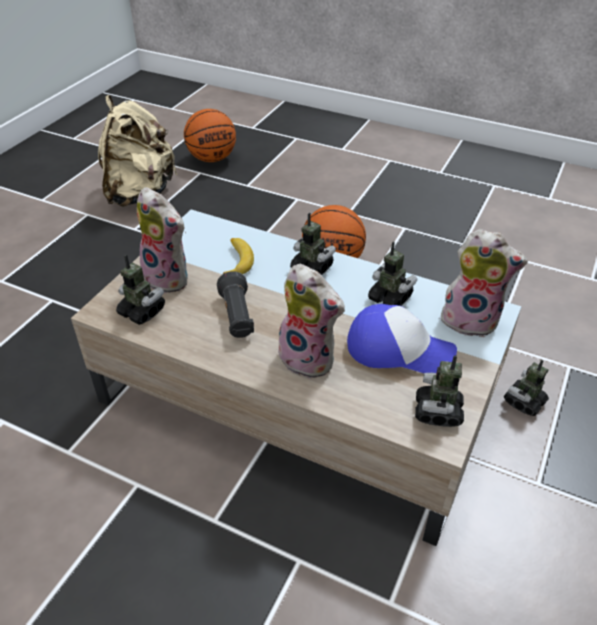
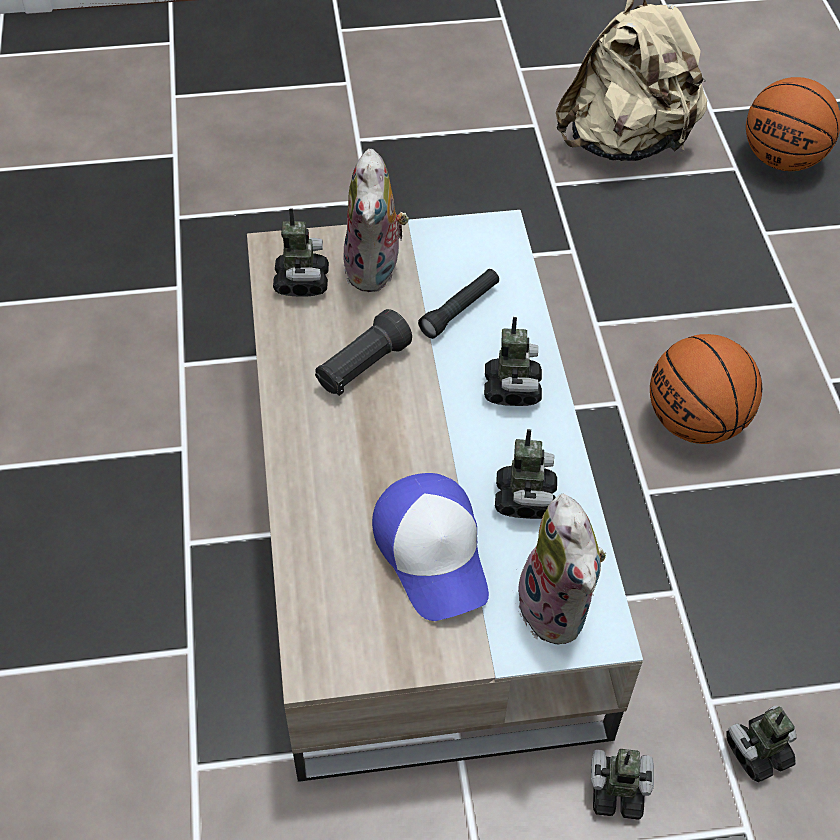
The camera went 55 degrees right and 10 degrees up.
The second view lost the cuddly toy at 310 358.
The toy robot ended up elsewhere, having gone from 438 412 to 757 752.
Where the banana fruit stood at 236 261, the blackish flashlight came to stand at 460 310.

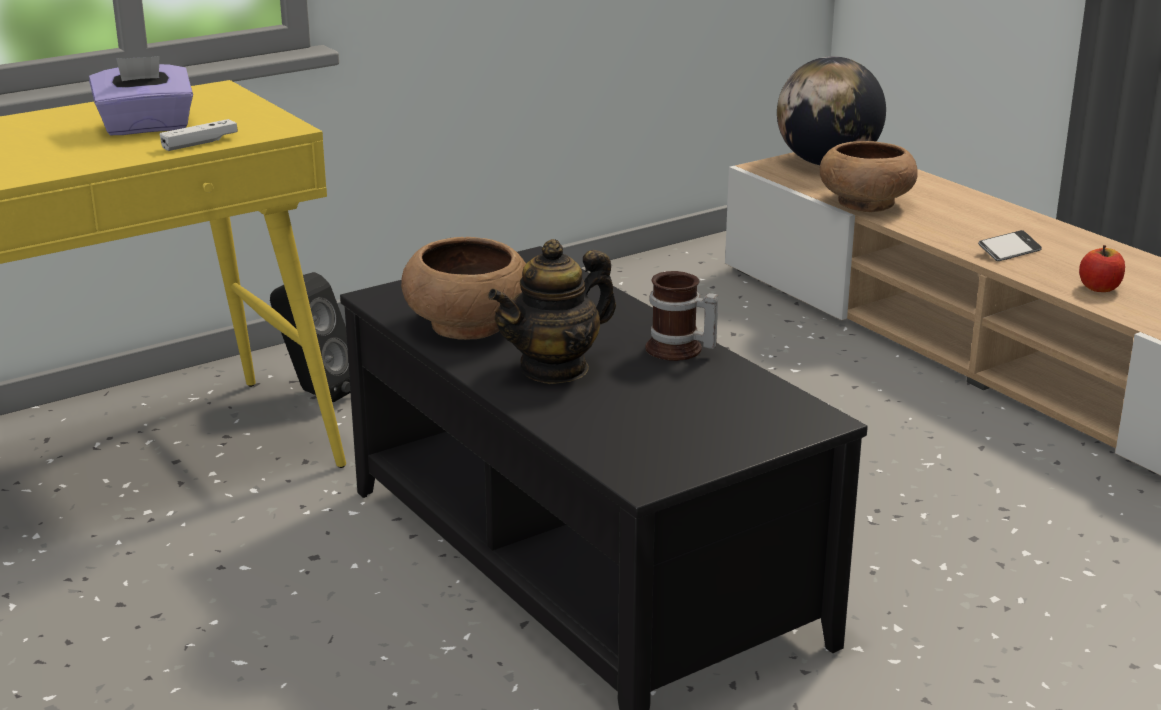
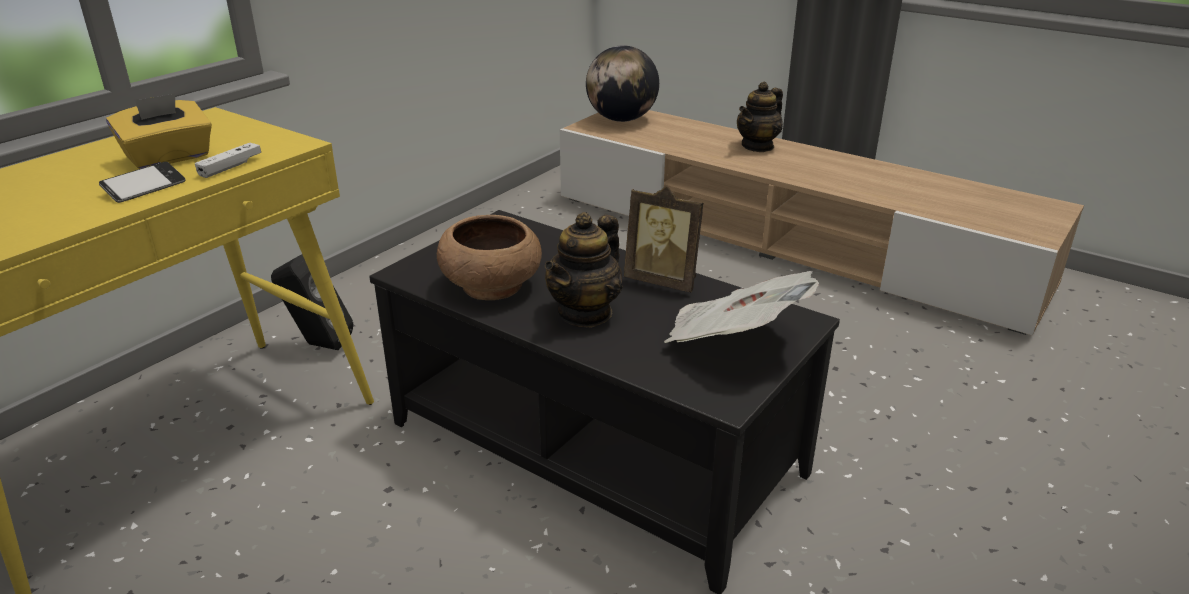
The camera went 20 degrees left and 5 degrees up.
The second view lost the brown-coloured bowl at 865 203.
The second view lost the whole apple at 1099 288.
The second view gained the printed paper at 733 340.
The second view gained the teapot at 758 146.
The handset ended up elsewhere, having gone from 1009 251 to 144 188.
Where the mug stood at 678 351, the photo frame came to stand at 663 281.
What was the purplish tissue holder at 146 127 turned into the yellowish tissue holder at 169 158.

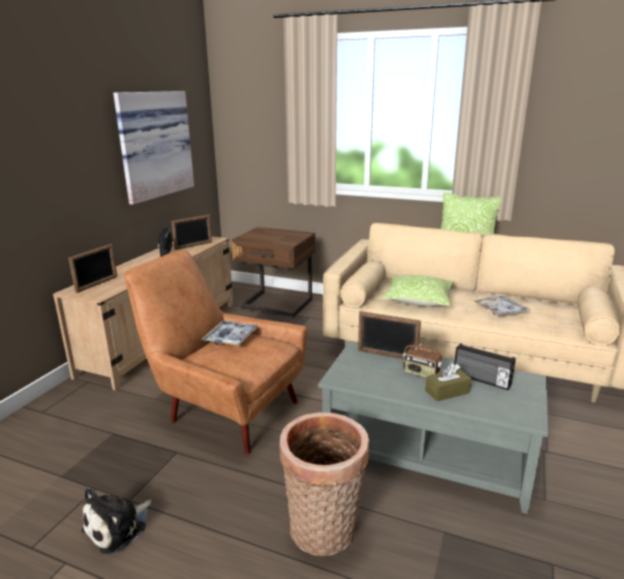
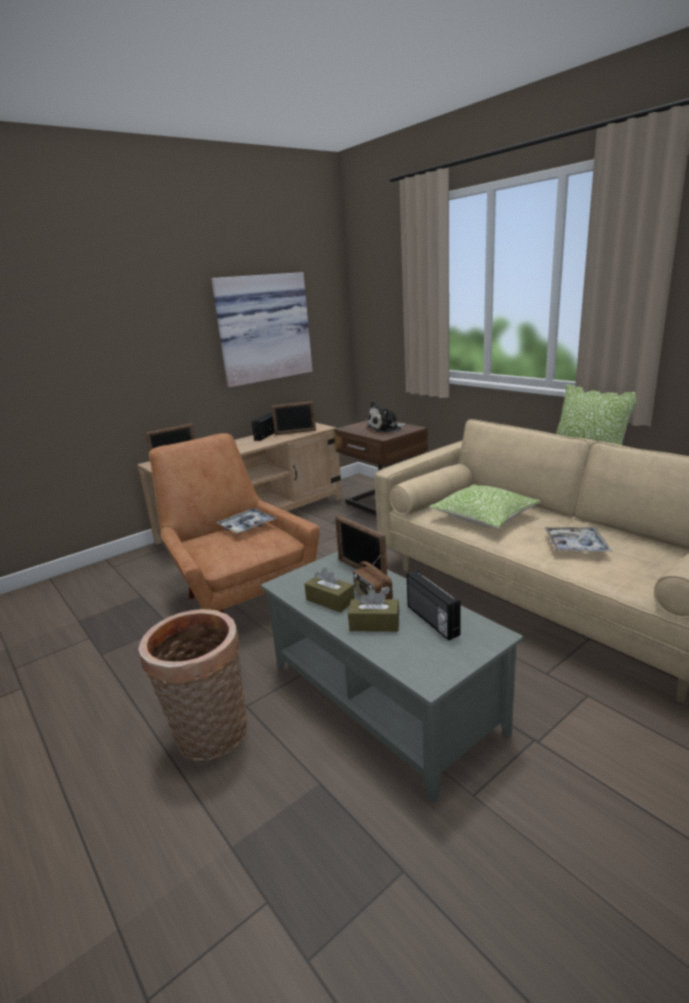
The camera went 30 degrees right and 0 degrees up.
The second view gained the brown-coloured tissue holder at 330 600.
The cuddly toy ended up elsewhere, having gone from 118 527 to 386 428.

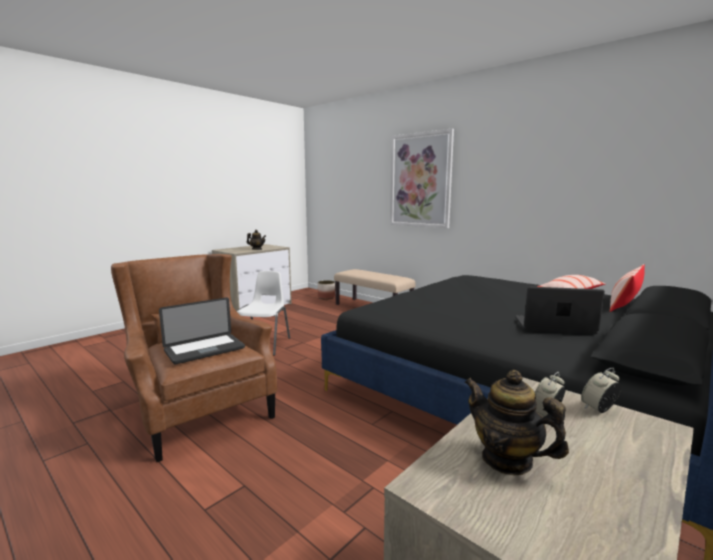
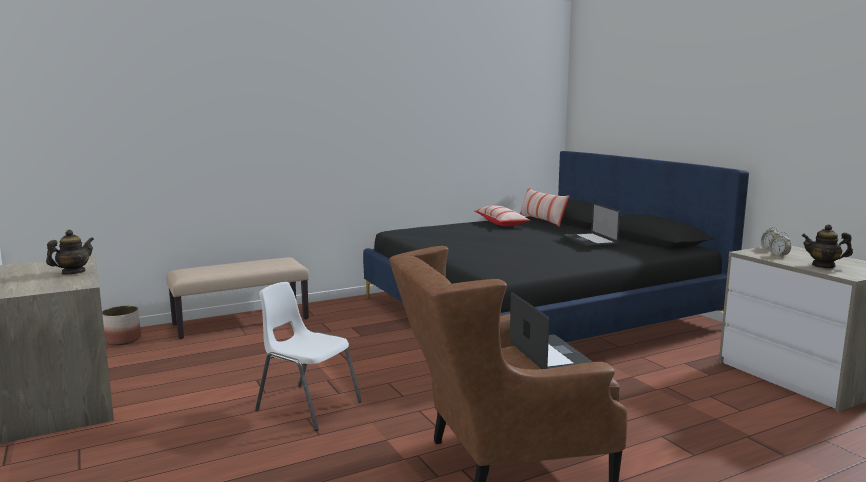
The camera went 70 degrees left and 0 degrees up.
The second view lost the wall picture at 420 180.
The teapot at 507 459 ended up facing another way, 45 degrees clockwise from before.
The notebook computer at 554 326 ended up facing another way, 45 degrees counterclockwise from before.

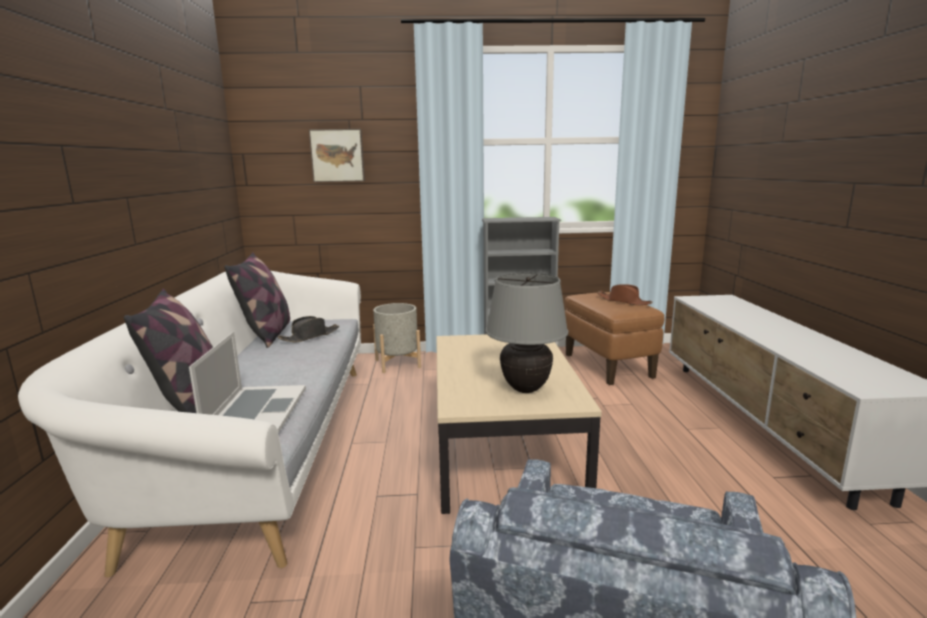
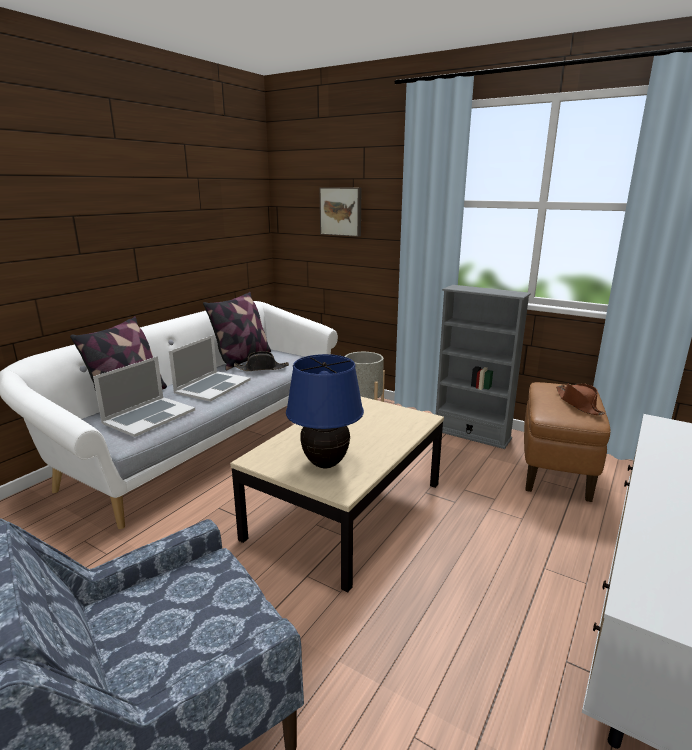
The camera went 35 degrees right and 5 degrees up.
The second view gained the notebook computer at 212 386.
What was the grey table lamp at 526 389 turned into the blue table lamp at 326 463.

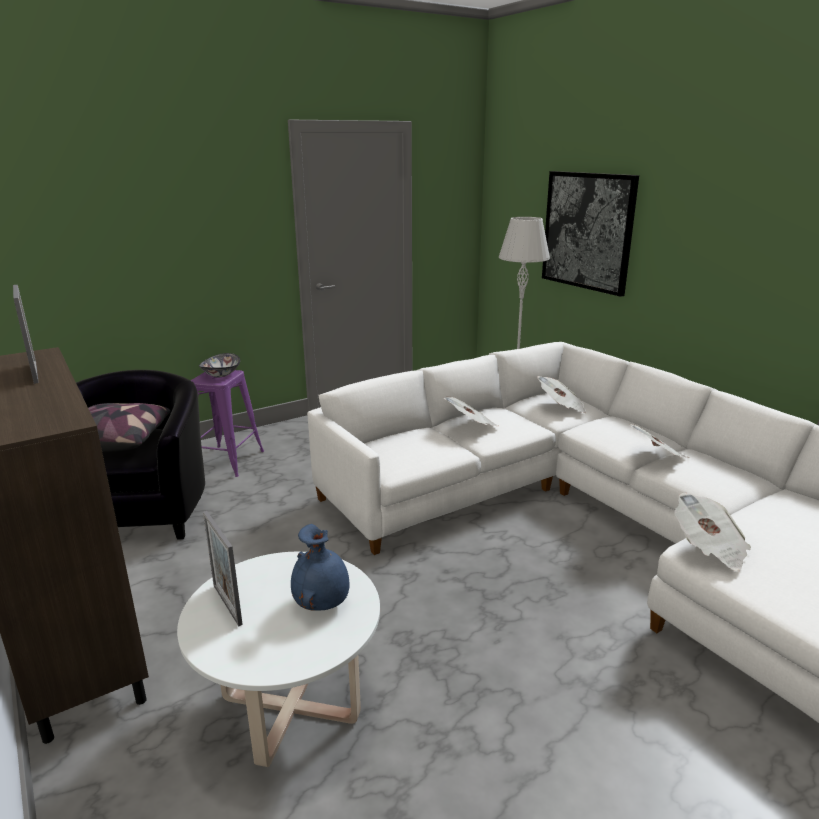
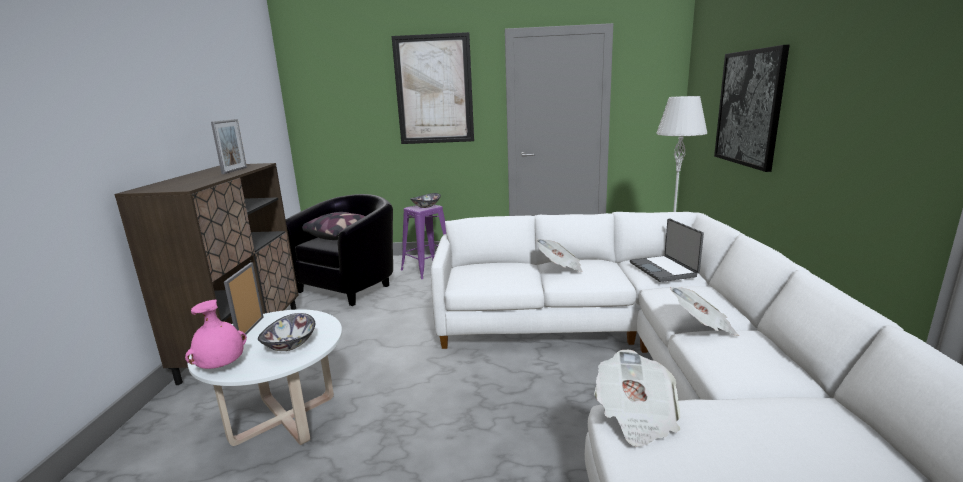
The camera went 35 degrees right and 5 degrees down.
The second view gained the pinkish flower vase at 222 366.
The second view gained the wall picture at 434 90.
Where the blue flower vase stood at 322 603, the bowl came to stand at 290 345.
Where the printed paper stood at 561 407, the notebook computer came to stand at 664 269.

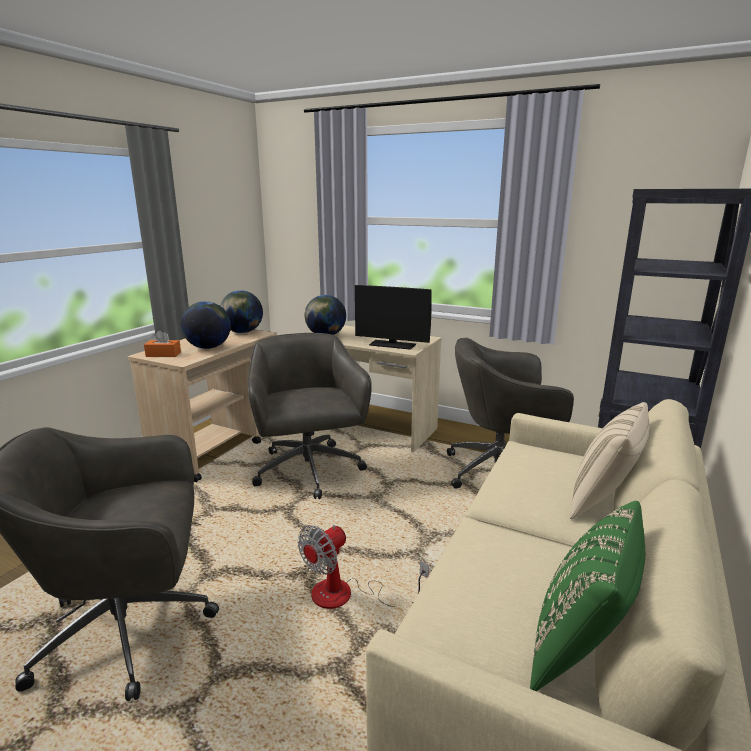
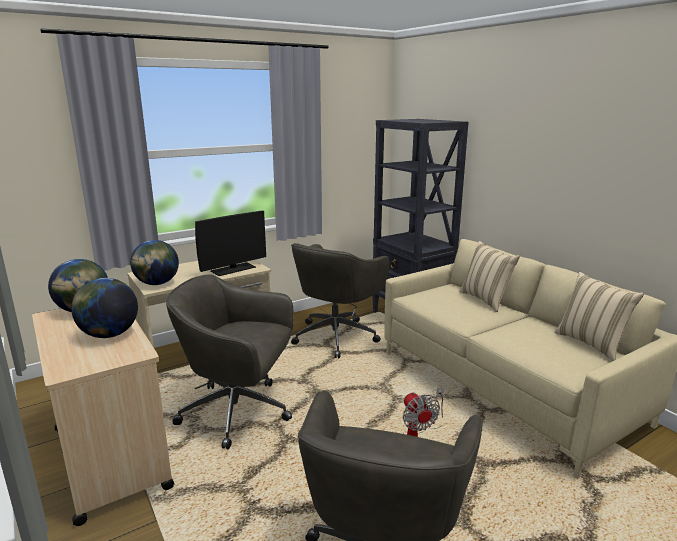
The camera went 60 degrees left and 0 degrees up.
The second view lost the orangey tissue holder at 163 354.
What was the green-coloured pillow at 580 649 turned into the sand-coloured pillow at 591 343.

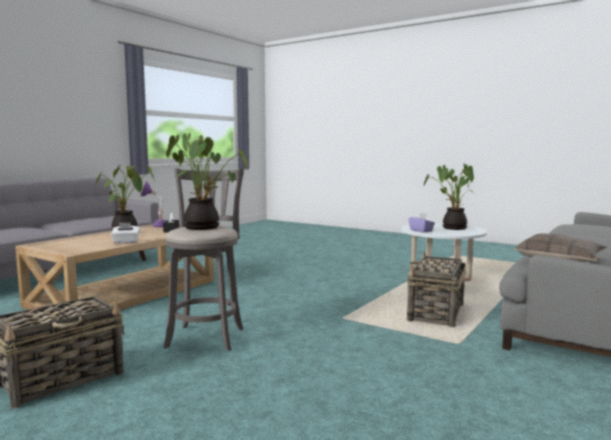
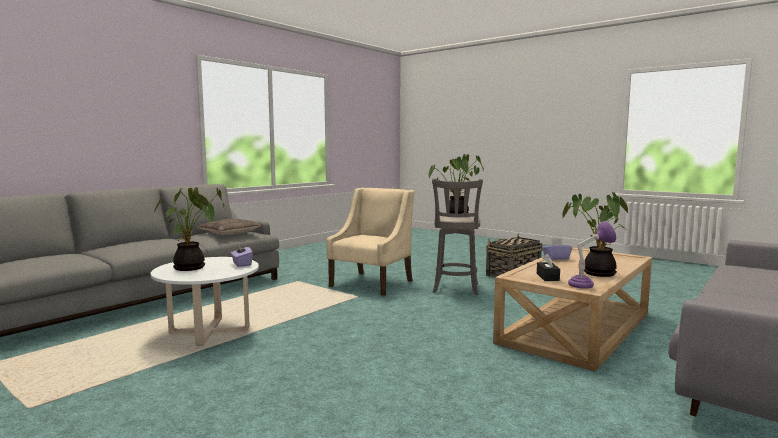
The camera went 175 degrees left and 0 degrees up.
The second view lost the basket at 435 313.
The second view gained the sand-coloured armchair at 372 283.
What was the whitish tissue holder at 126 242 turned into the purplish tissue holder at 556 258.

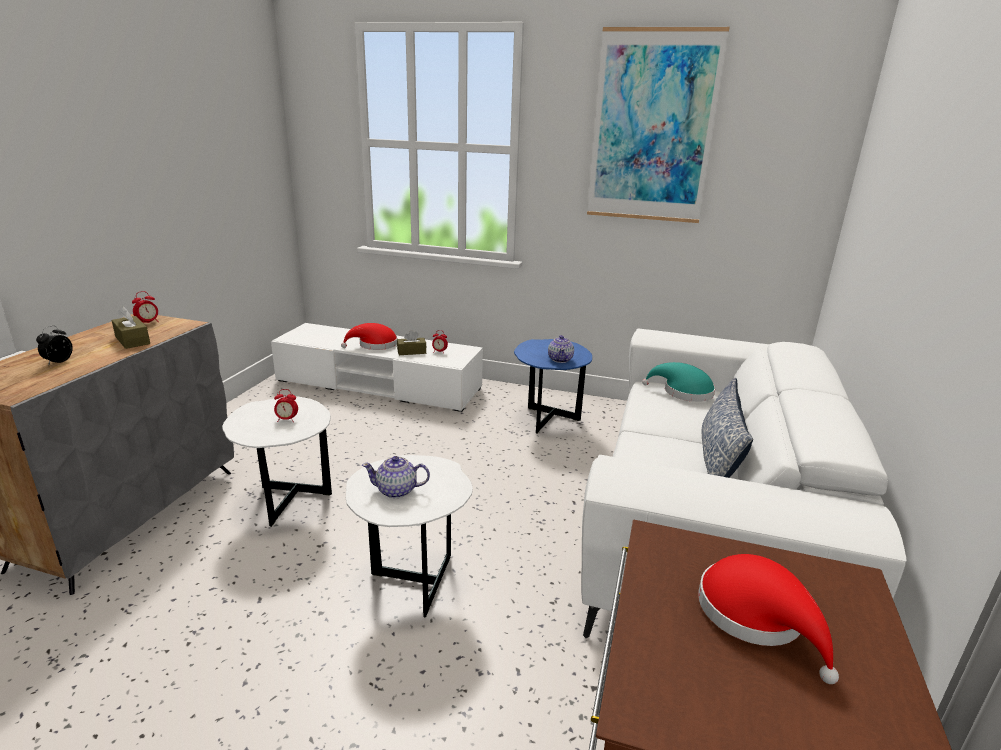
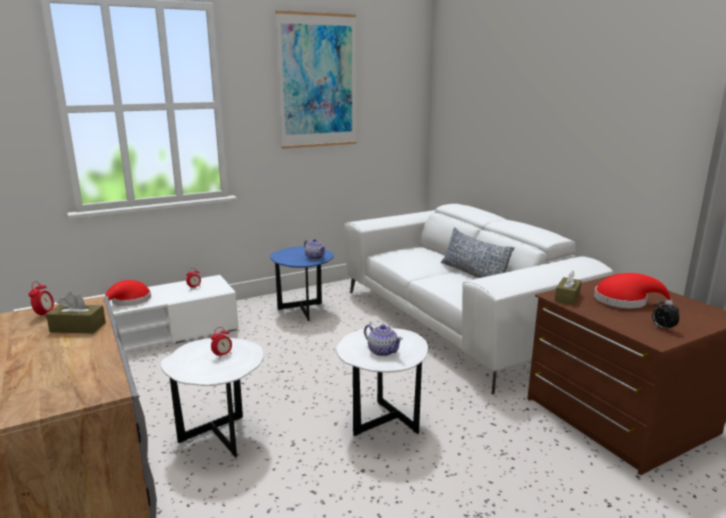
The camera went 45 degrees left and 5 degrees down.
The second view lost the turquoise hat at 683 392.
The table clock ended up elsewhere, having gone from 58 362 to 662 328.
The brown-coloured tissue holder ended up elsewhere, having gone from 411 352 to 567 297.
The teapot at 397 490 ended up facing another way, 90 degrees counterclockwise from before.

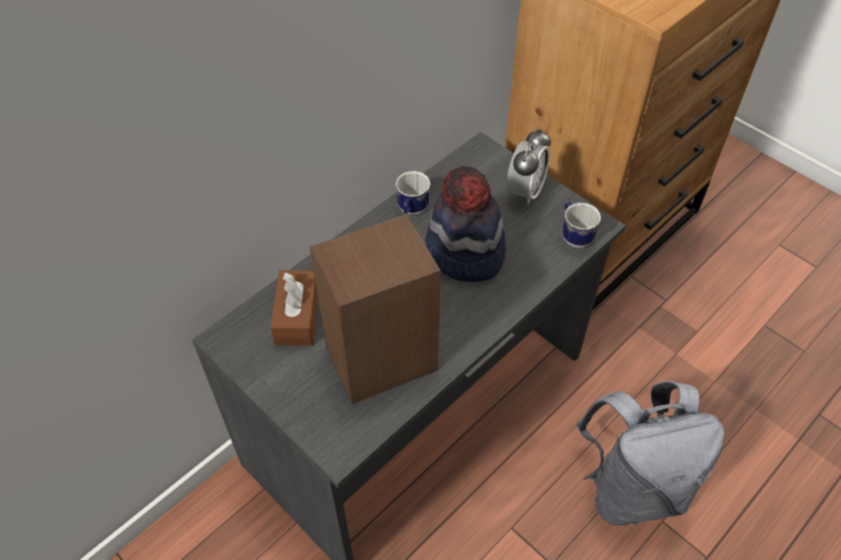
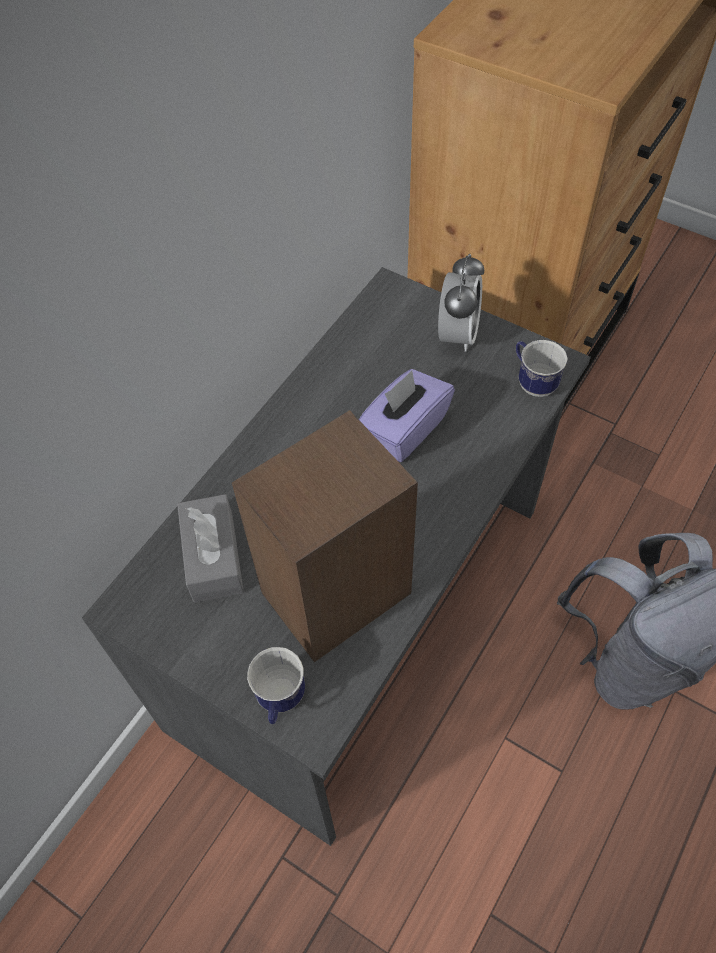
The camera went 10 degrees left and 5 degrees up.
The mug ended up elsewhere, having gone from 411 211 to 280 700.
Where the hat stood at 464 253, the purplish tissue holder came to stand at 404 430.
What was the brown-coloured tissue holder at 297 316 turned into the grey tissue holder at 213 557.

